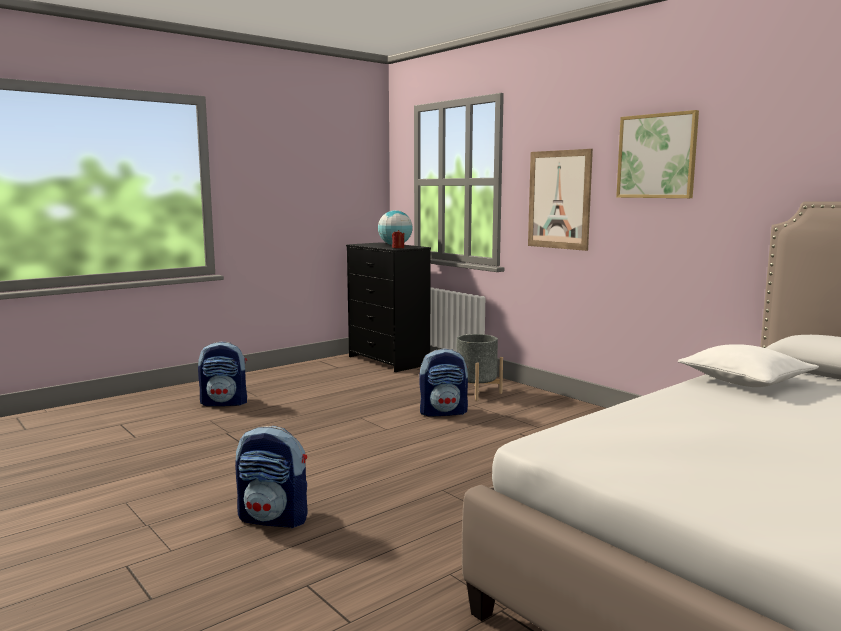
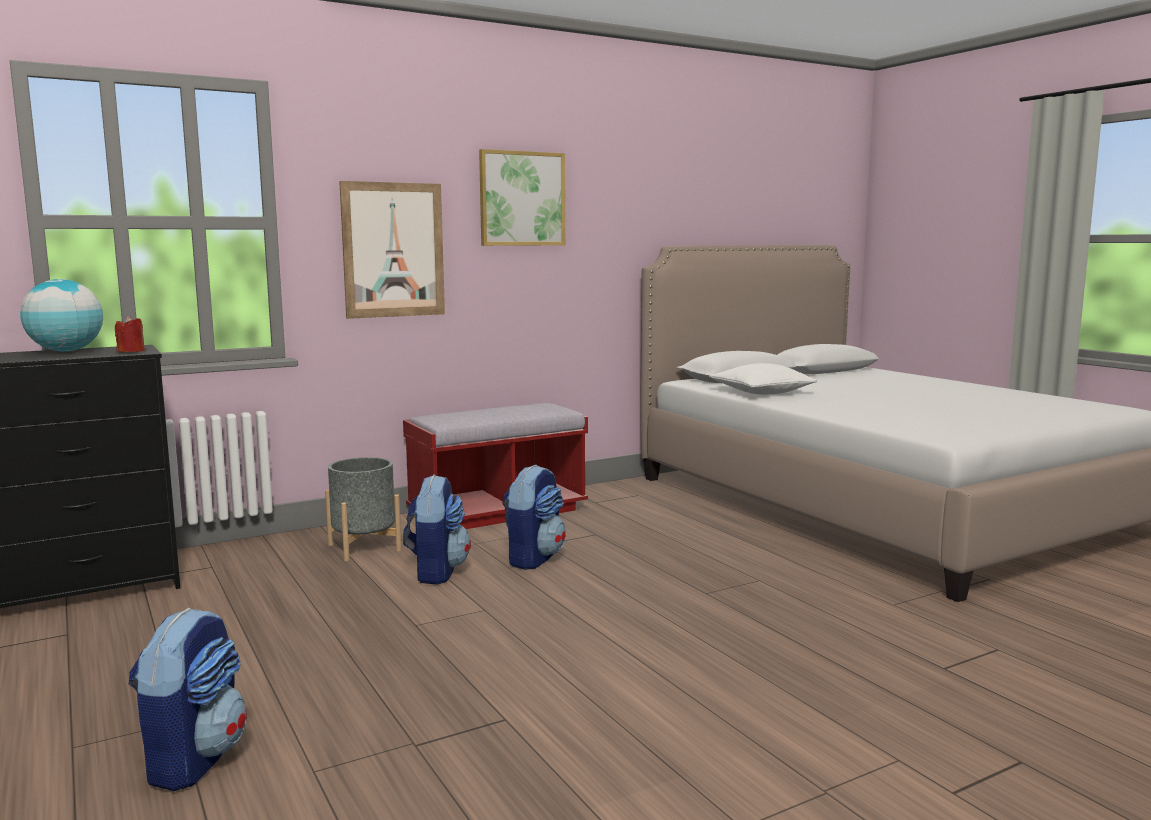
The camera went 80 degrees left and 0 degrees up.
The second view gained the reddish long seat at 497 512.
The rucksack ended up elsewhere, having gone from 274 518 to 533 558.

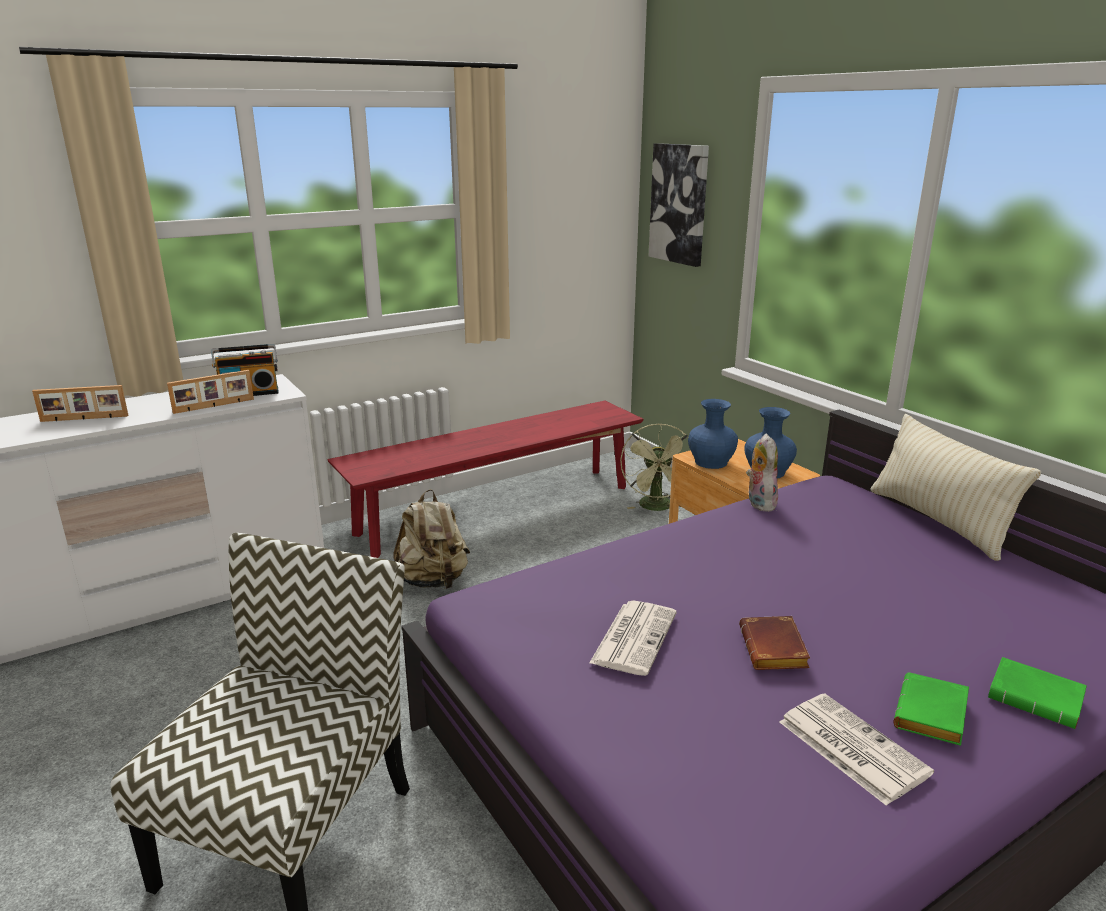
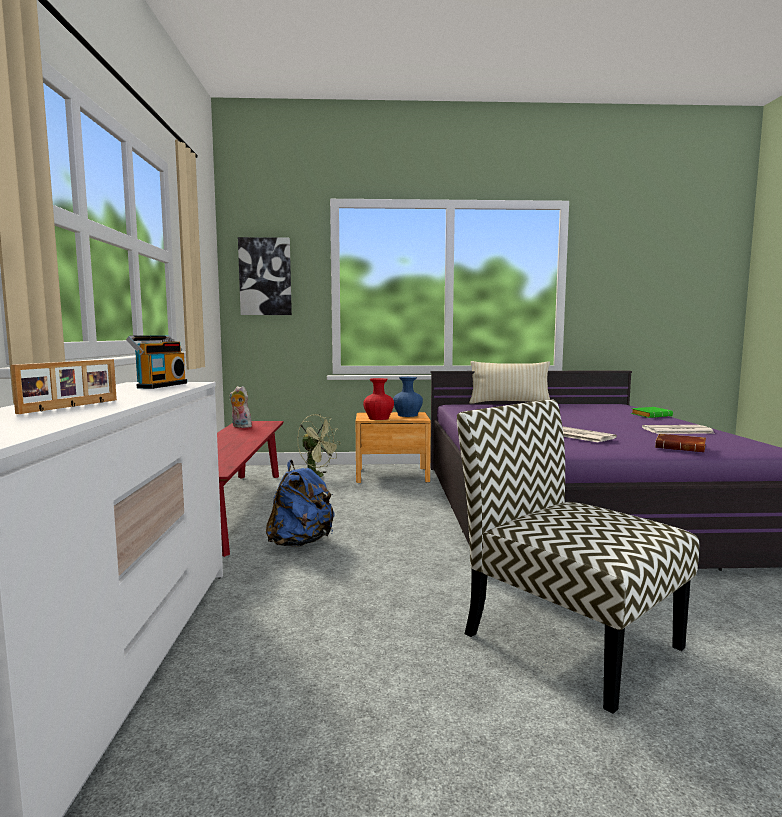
The camera went 60 degrees left and 15 degrees down.
The second view lost the photo frame at 214 406.
The second view lost the green-coloured bound book at 933 717.
The brown-coloured bound book ended up elsewhere, having gone from 775 650 to 681 448.
The cuddly toy ended up elsewhere, having gone from 758 503 to 240 426.
What was the sand-coloured rucksack at 433 581 turned into the blue rucksack at 301 543.
What was the blue flower vase at 710 462 turned into the reddish flower vase at 378 418.

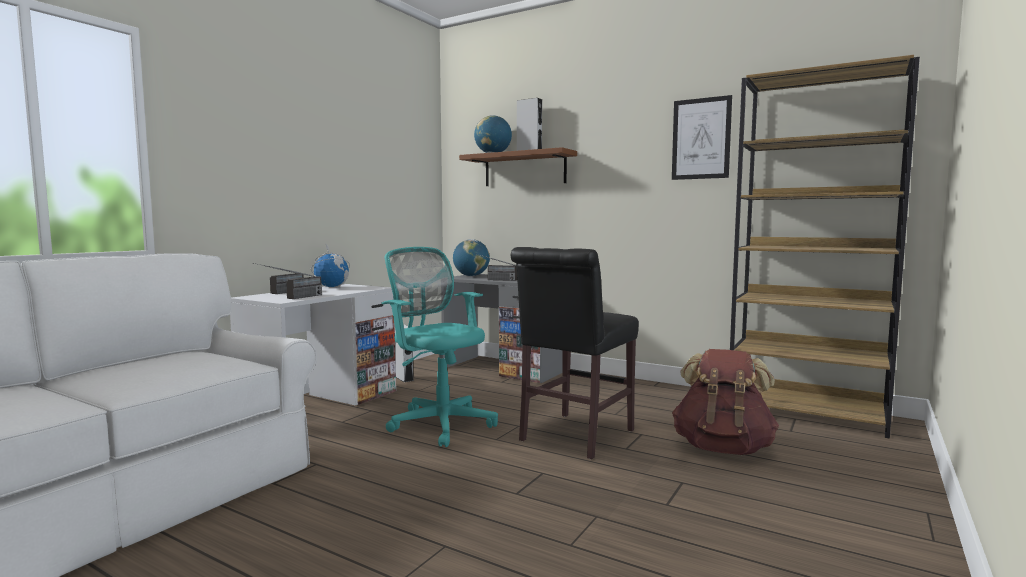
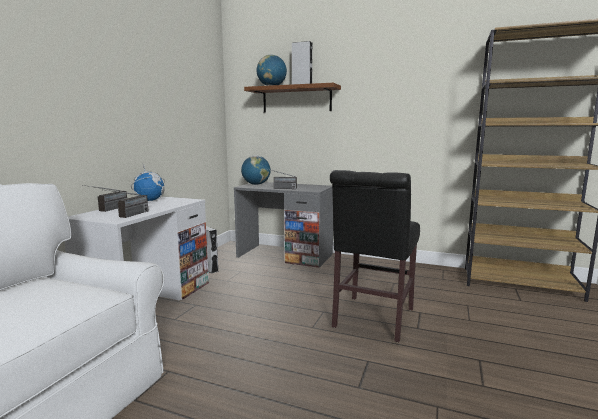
The camera went 10 degrees left and 5 degrees up.
The second view lost the turquoise computer chair at 439 423.
The second view lost the wall picture at 701 138.
The second view lost the brown-coloured rucksack at 722 448.

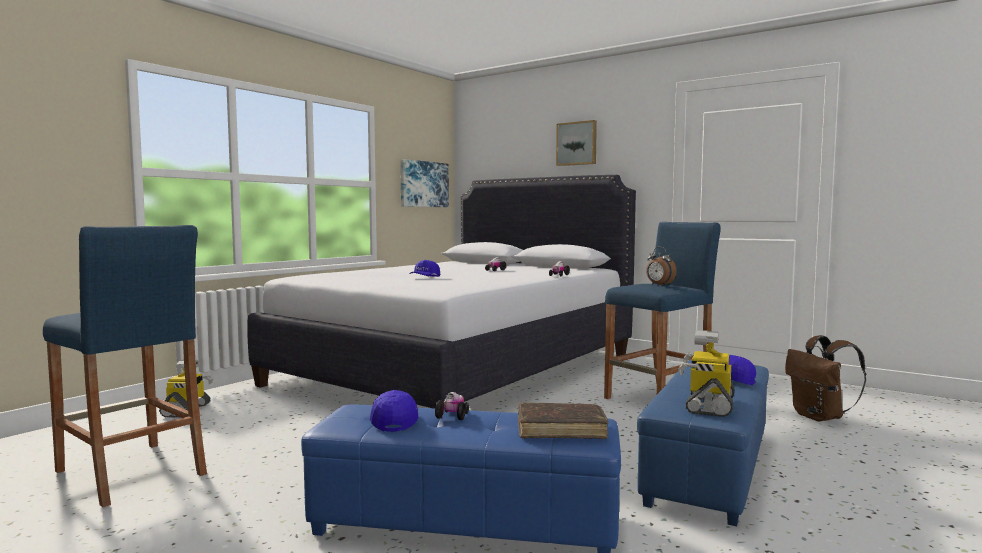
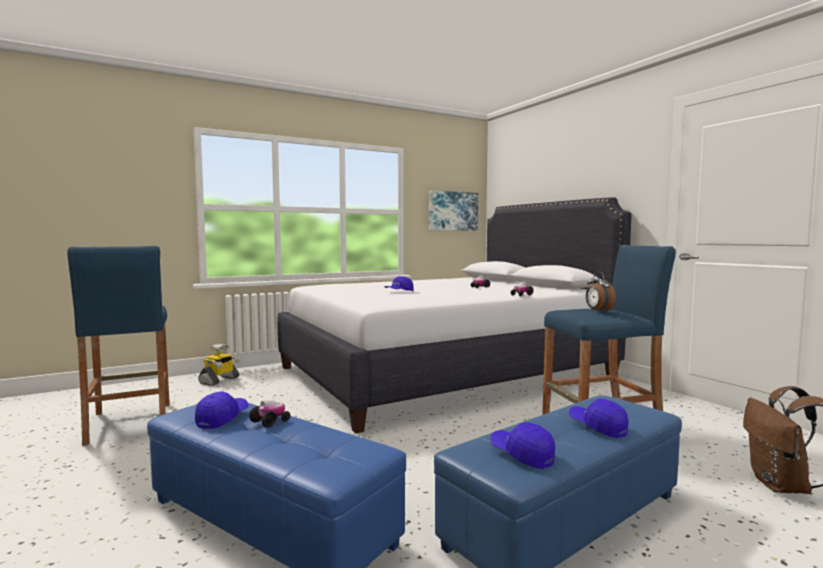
The camera went 25 degrees right and 0 degrees up.
The second view lost the brown-coloured bound book at 560 430.
The second view lost the wall picture at 577 143.
Where the toy robot stood at 708 405, the blue baseball cap came to stand at 522 455.

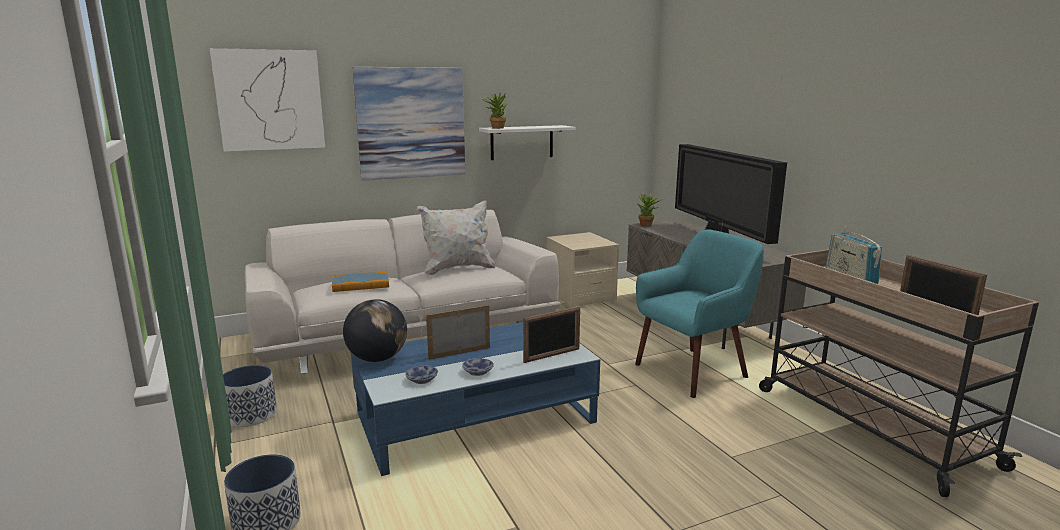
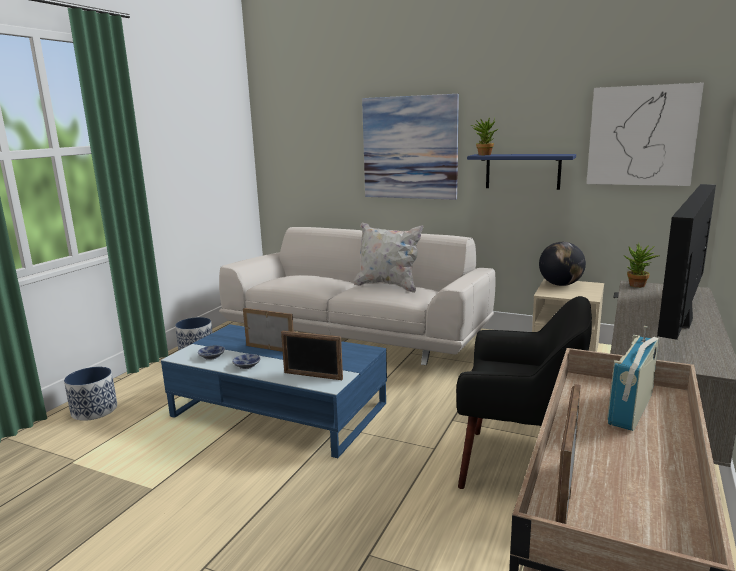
The camera went 50 degrees right and 0 degrees up.
The second view lost the bound book at 360 284.
The wall picture ended up elsewhere, having gone from 270 100 to 641 136.
The globe ended up elsewhere, having gone from 377 358 to 560 284.
What was the whitish wall shelf at 522 142 turned into the blue wall shelf at 522 171.
What was the turquoise armchair at 692 371 turned into the blackish armchair at 517 466.

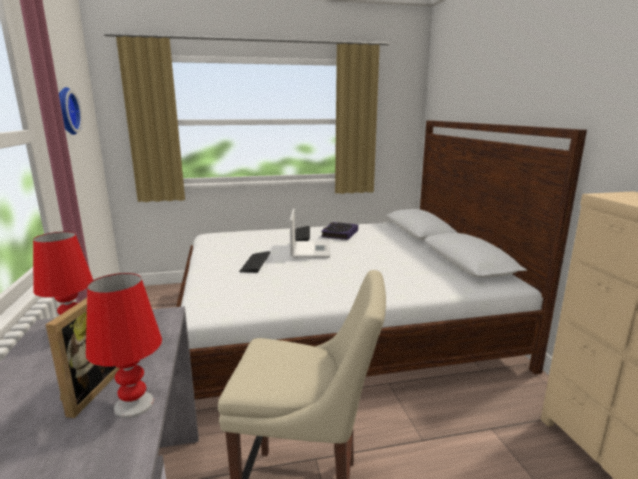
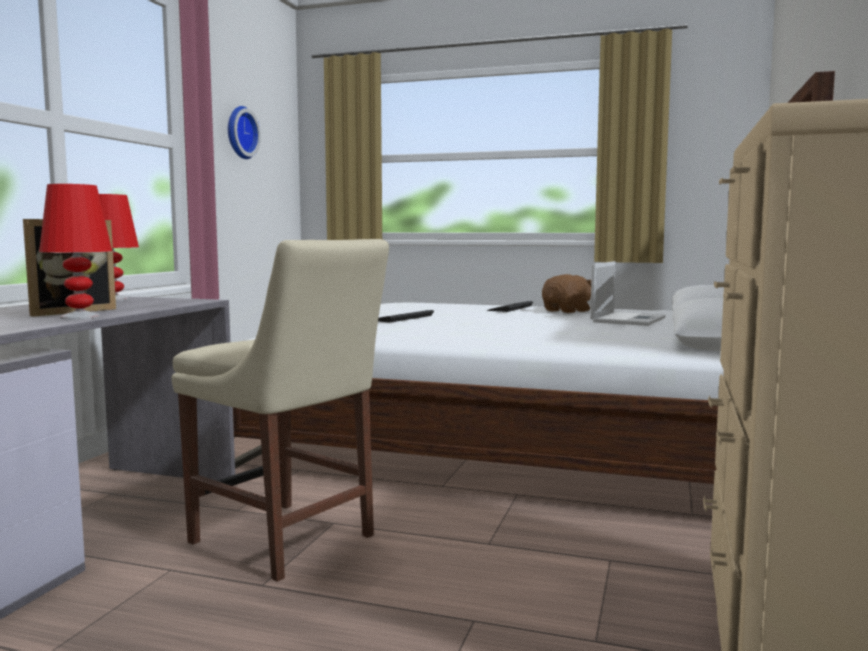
The camera went 30 degrees right and 10 degrees down.
The notebook computer ended up elsewhere, having gone from 310 249 to 628 320.
Where the bound book stood at 339 234, the brown-coloured cuddly toy came to stand at 567 311.

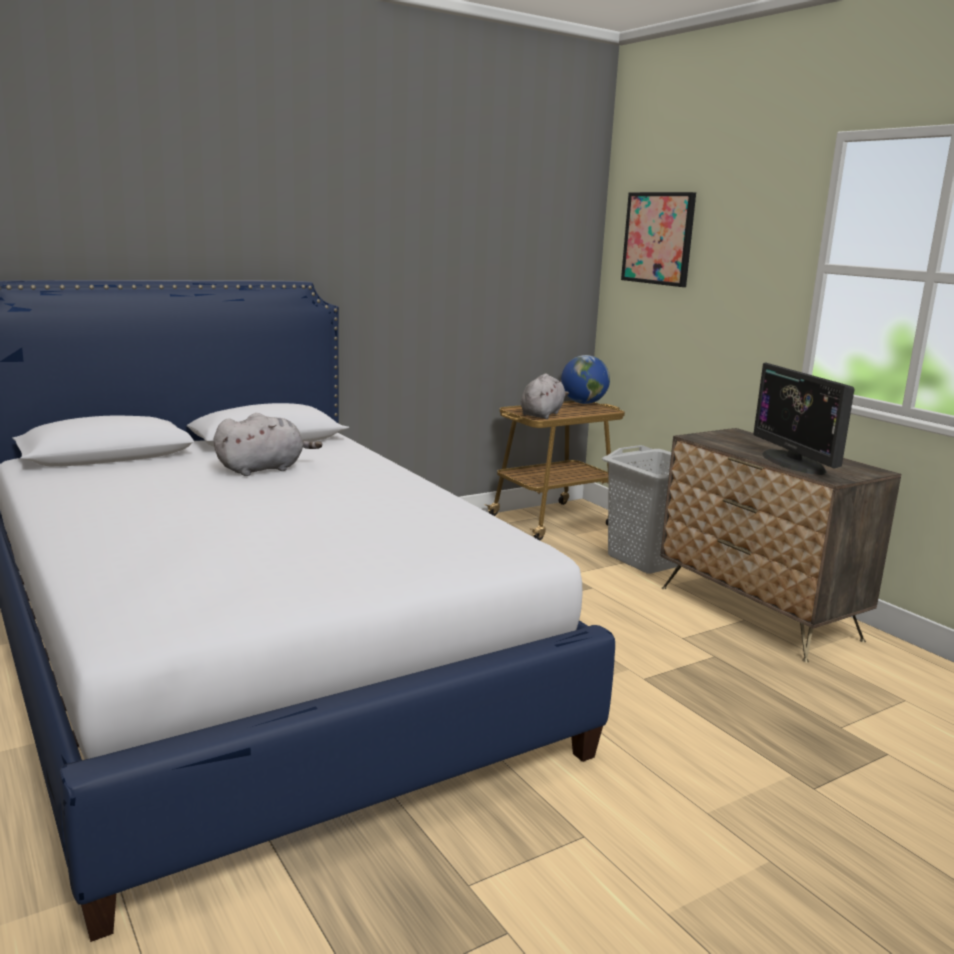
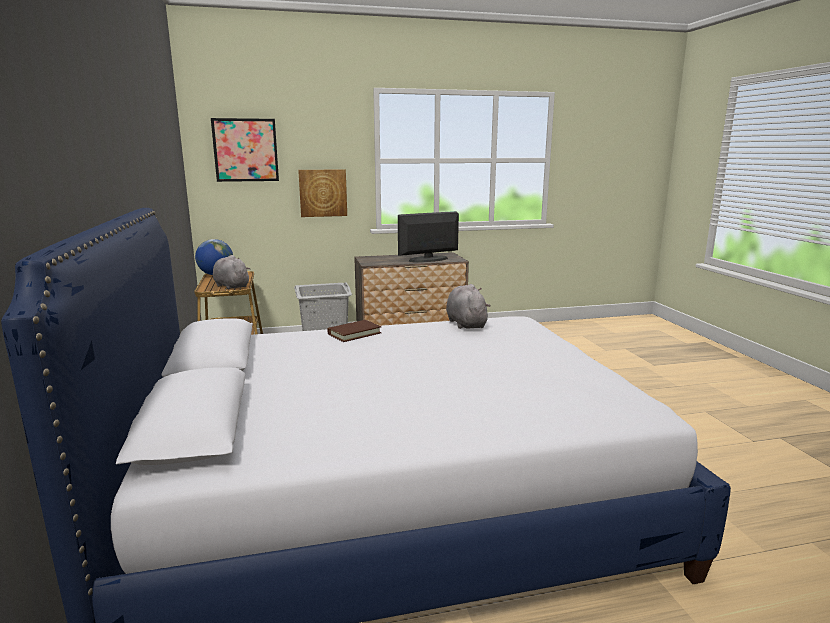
The camera went 70 degrees left and 0 degrees up.
The second view gained the wall picture at 323 193.
The second view gained the brown-coloured bound book at 354 333.
The grey cuddly toy ended up elsewhere, having gone from 264 469 to 465 323.
The monitor at 794 462 ended up facing another way, 150 degrees clockwise from before.

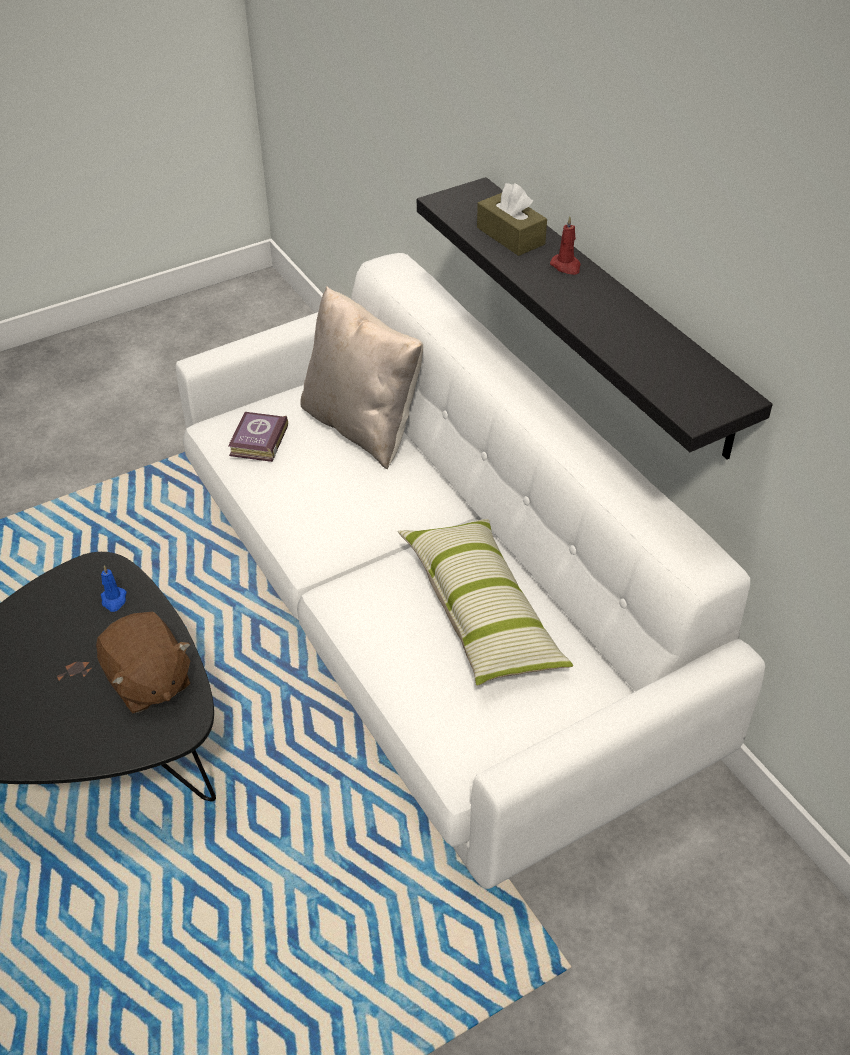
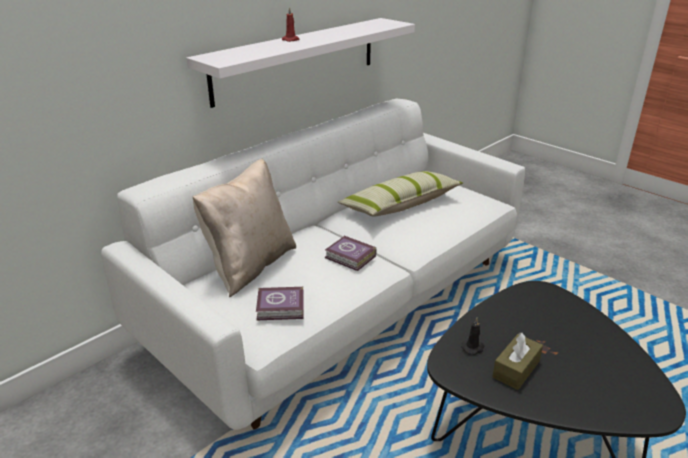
The camera went 105 degrees left and 15 degrees down.
The second view lost the brown-coloured cuddly toy at 148 682.
The second view gained the bound book at 350 257.
The brown-coloured tissue holder ended up elsewhere, having gone from 510 236 to 516 369.
What was the blue wax light at 114 600 turned into the blackish wax light at 473 348.
What was the blackish wall shelf at 607 314 turned into the whitish wall shelf at 297 59.

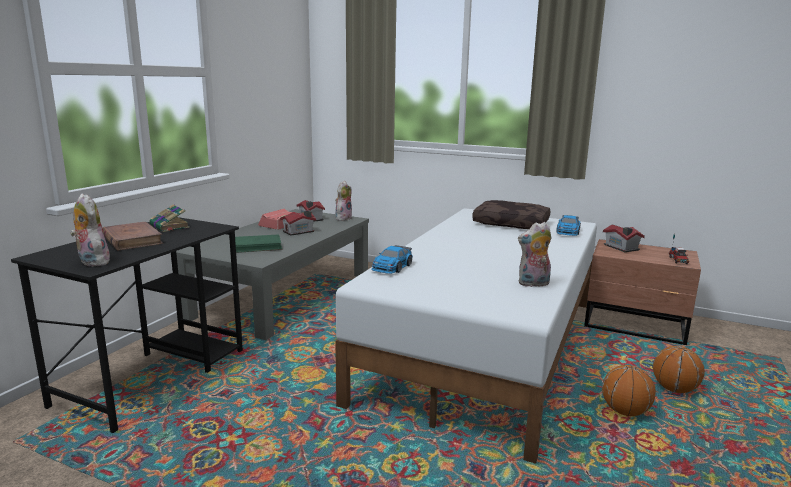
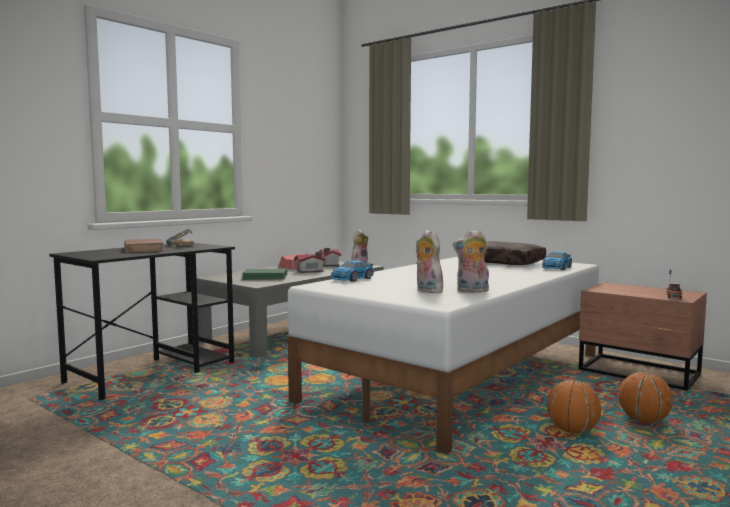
The camera went 15 degrees right and 10 degrees down.
The second view lost the model house at 621 247.
The cuddly toy ended up elsewhere, having gone from 91 262 to 427 291.

